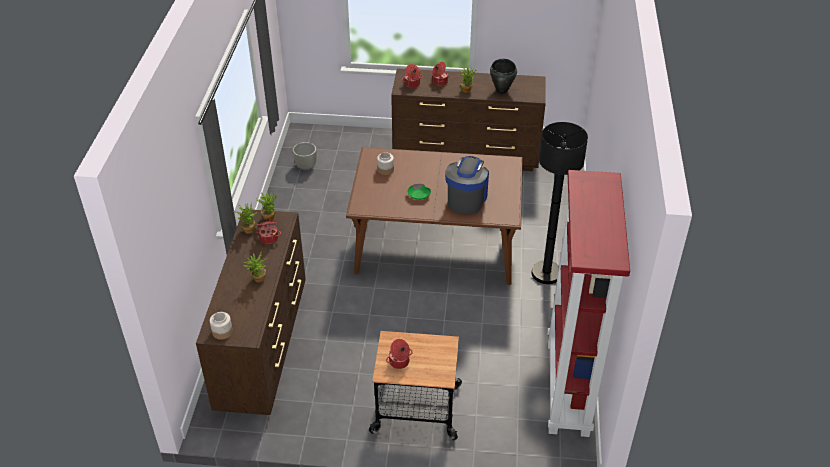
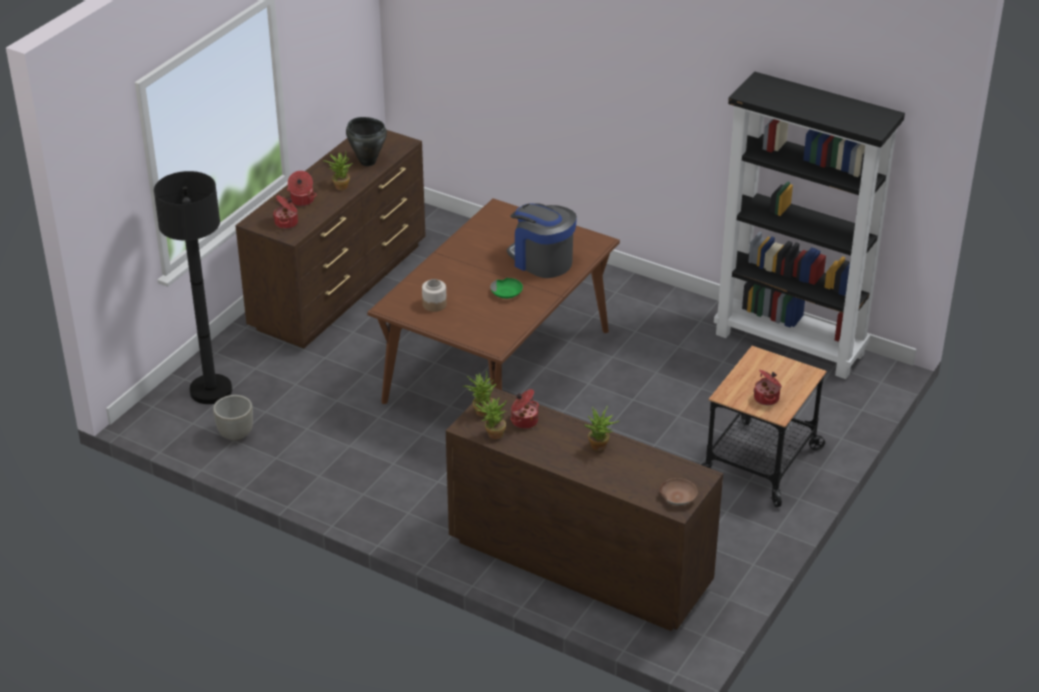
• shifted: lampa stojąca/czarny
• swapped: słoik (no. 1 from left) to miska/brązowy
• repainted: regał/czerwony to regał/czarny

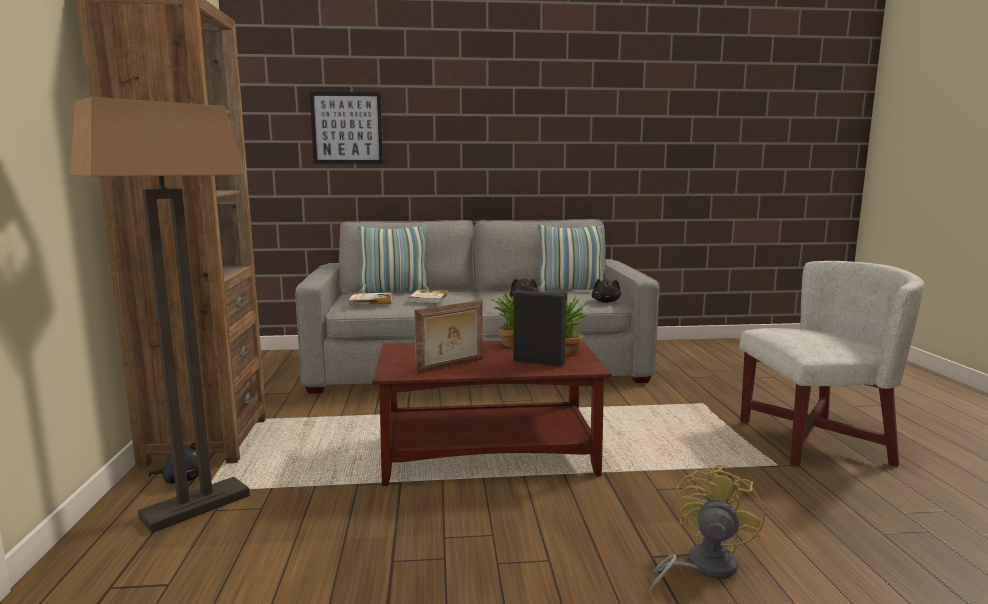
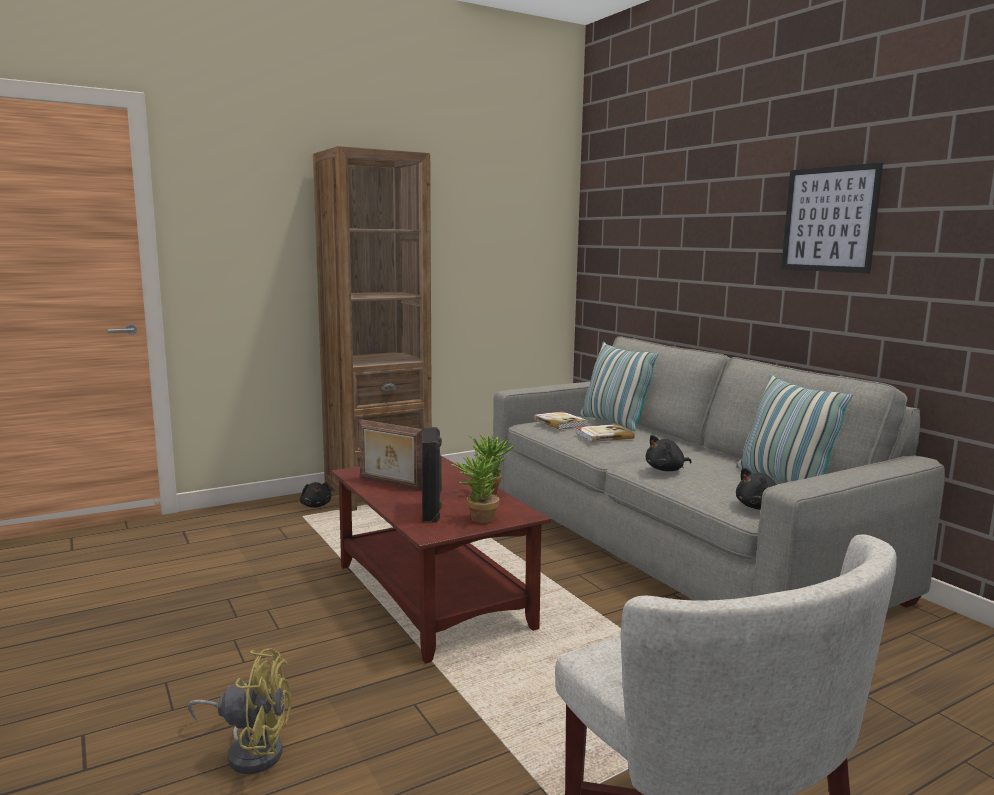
• shifted: obraz
• gone: lampa stojąca

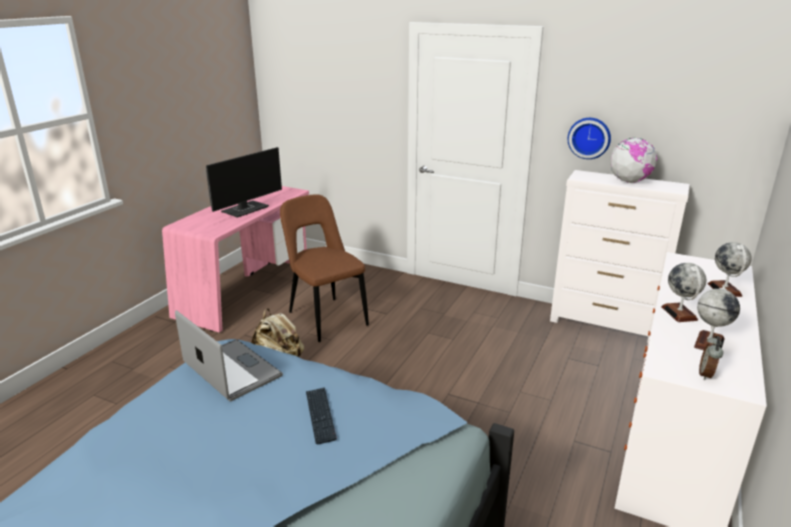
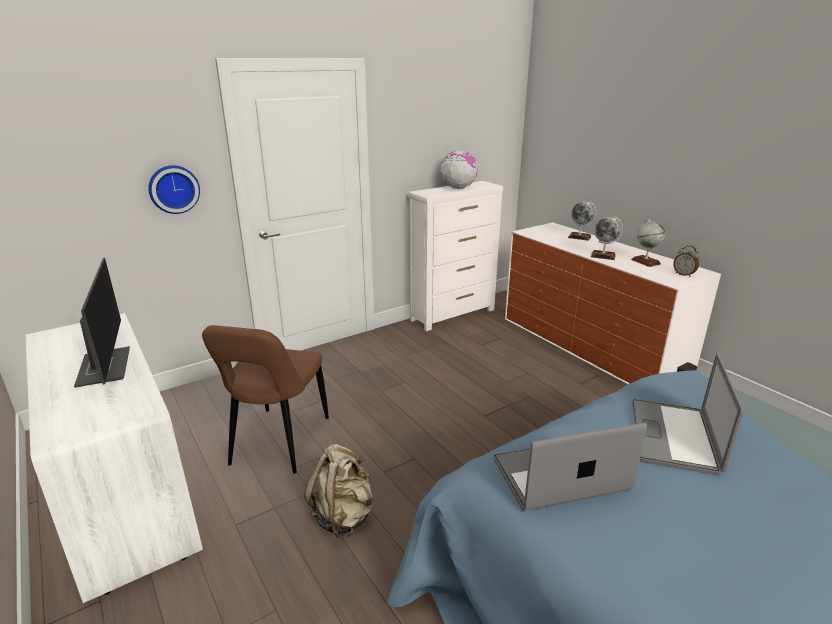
• repainted: biurko/różowy to biurko/biały
• shifted: zegar ścienny
• rotated: krzesło/brązowy 75 degrees counterclockwise
• swapped: klawiatura to laptop (no. 2 from left)

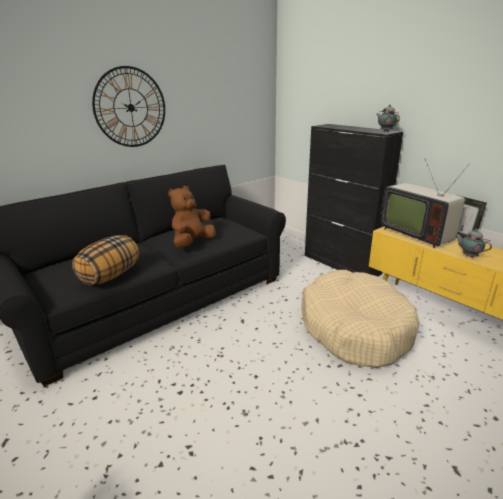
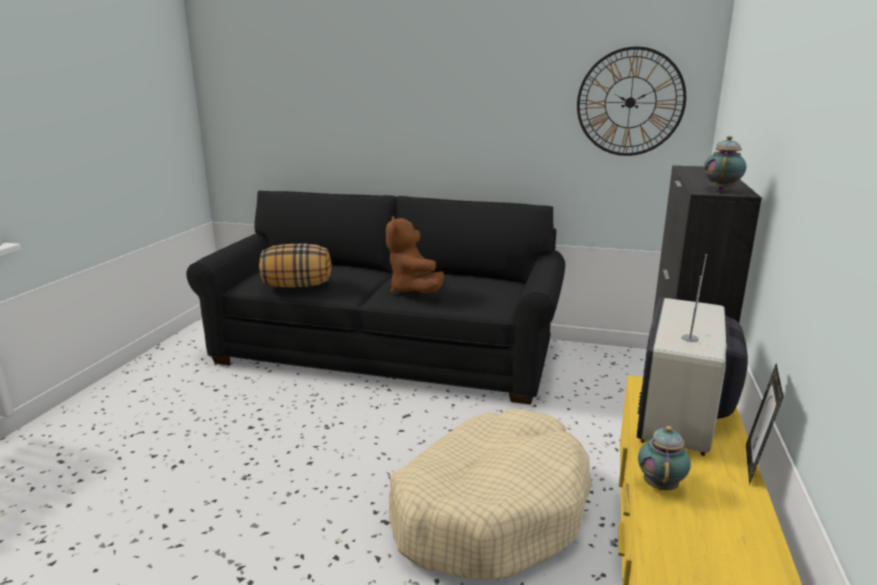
• rotated: pluszak/brązowy 105 degrees counterclockwise
• shifted: zegar ścienny

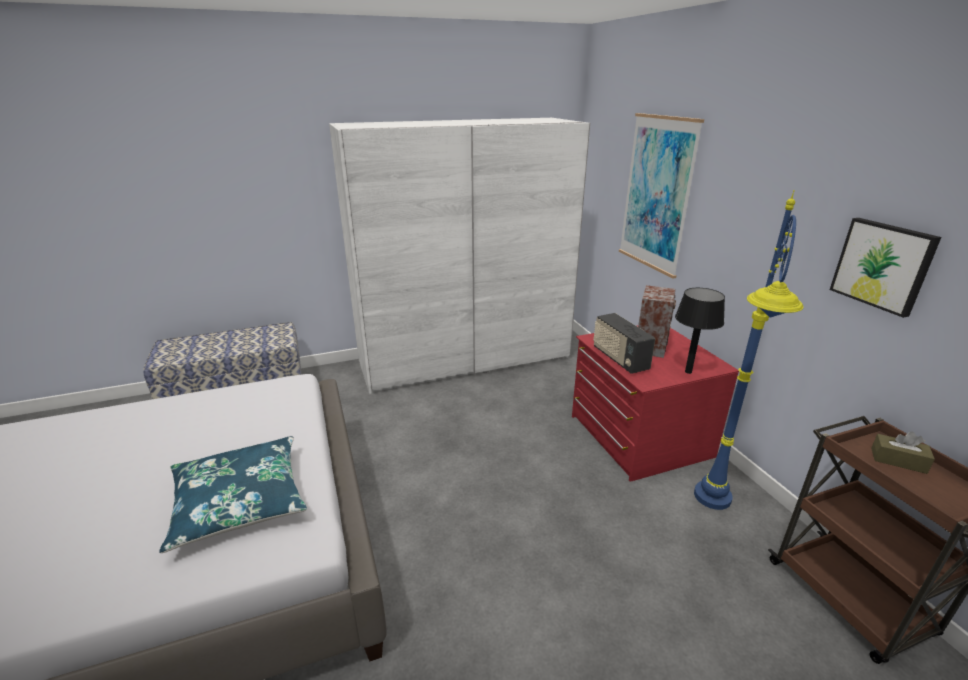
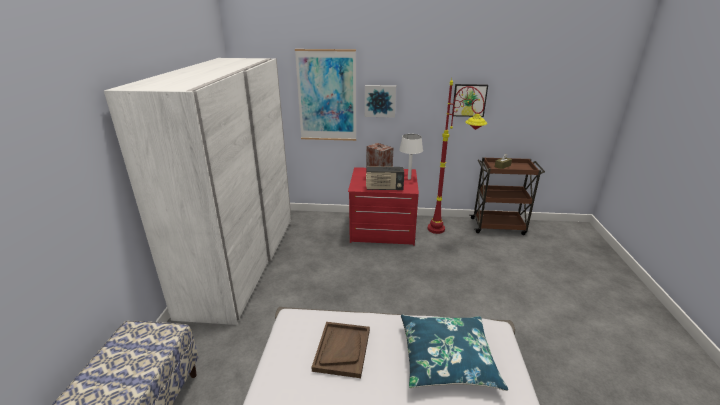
• new: taca/brązowy
• new: obraz (no. 2 from left)
• repainted: lampa stołowa/czarny to lampa stołowa/biały
• repainted: lampa stojąca/niebieski to lampa stojąca/czerwony

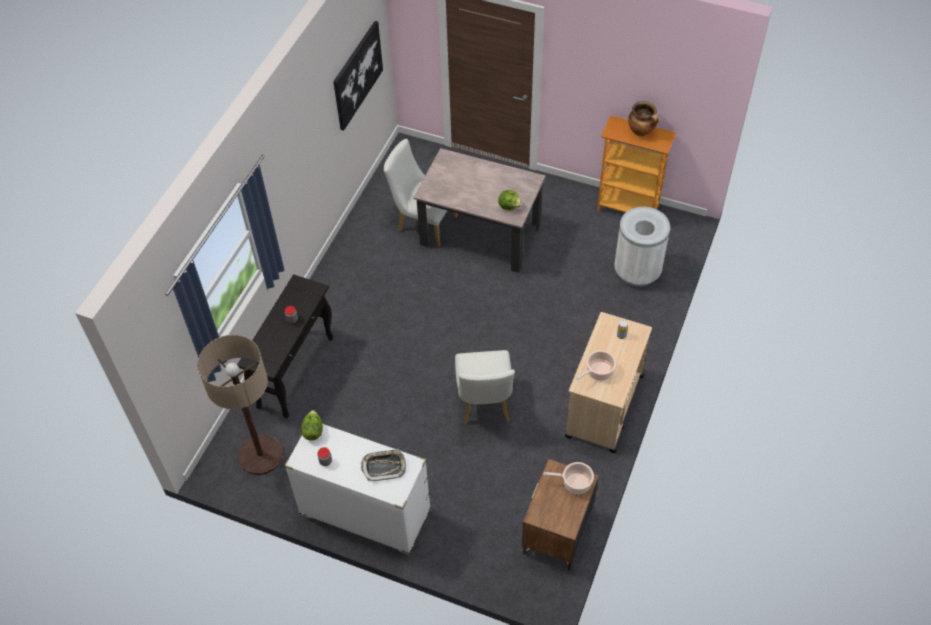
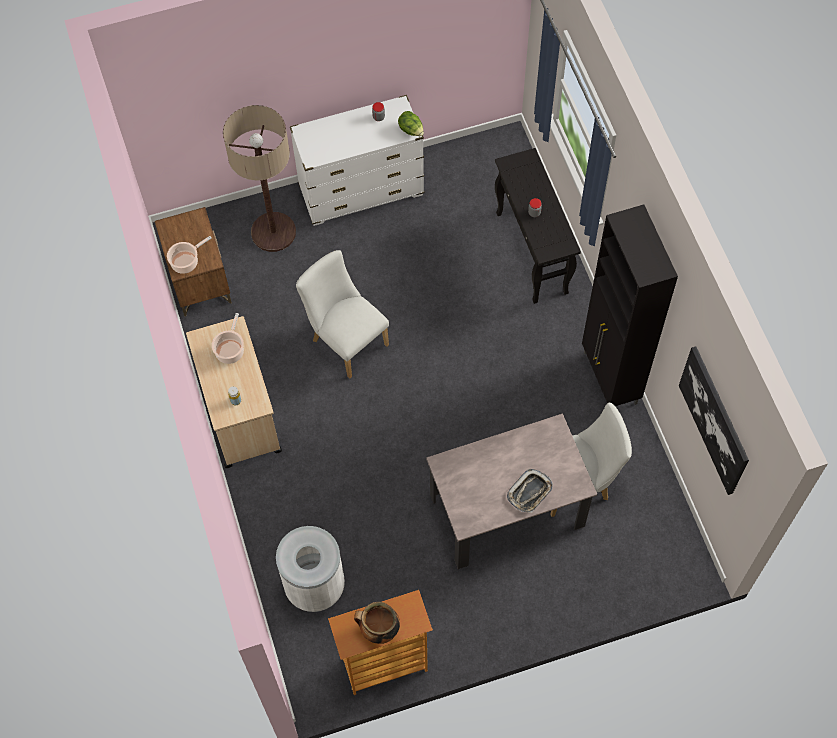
• shifted: lampa stojąca
• shifted: taca
• new: szafka/czarny
• gone: sałata (no. 2 from left)

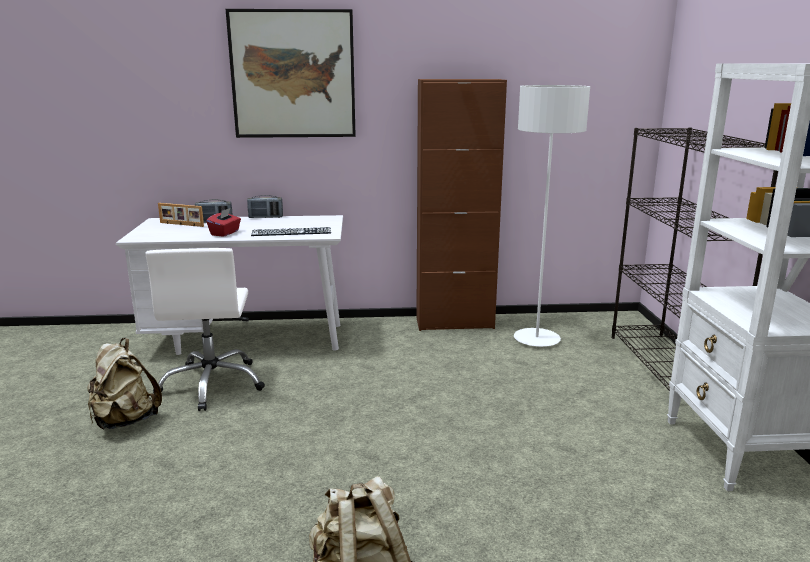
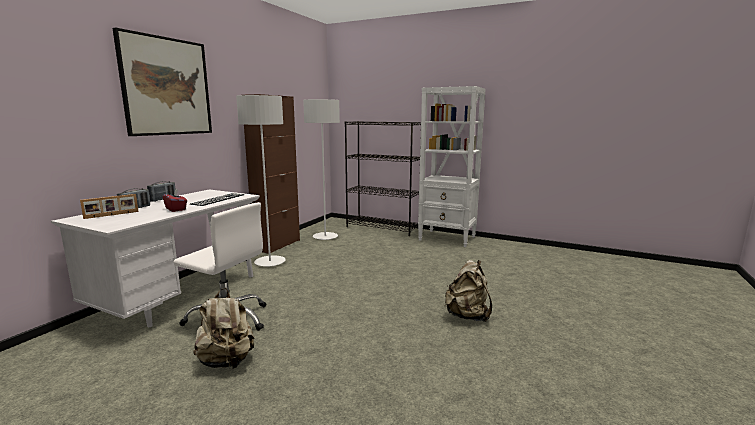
• new: lampa stojąca/biały (no. 1 from left)

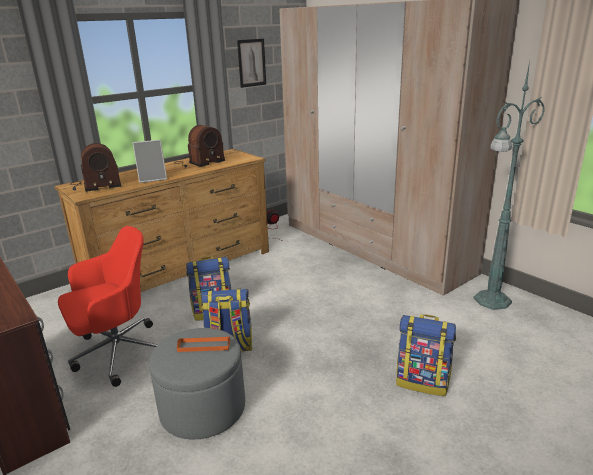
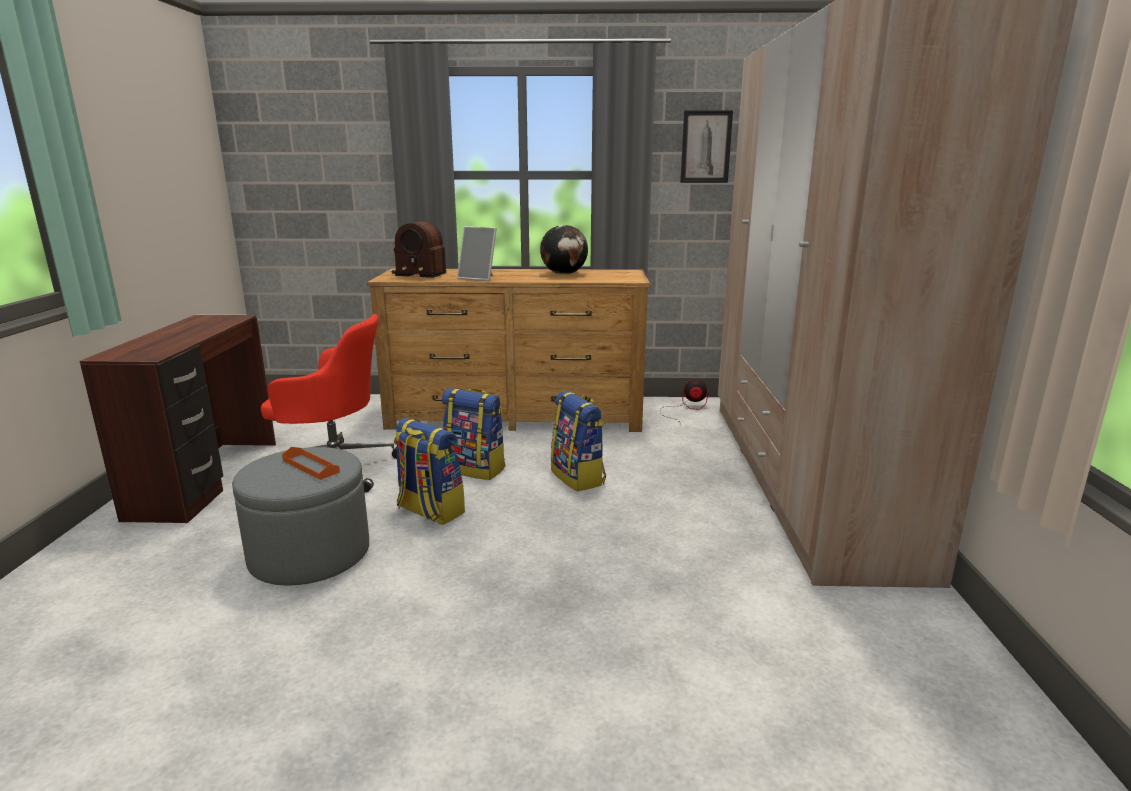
• swapped: radio (no. 2 from left) to globus
• shifted: plecak (no. 3 from left)
• gone: lampa stojąca/zielony

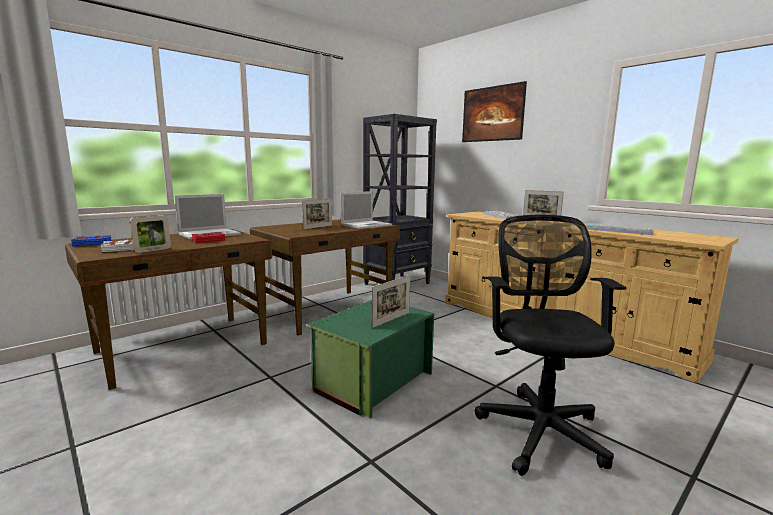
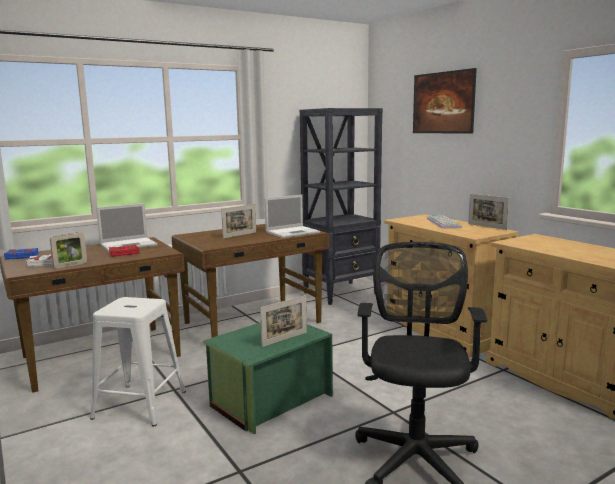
• new: stołek/biały
• gone: klawiatura (no. 2 from left)

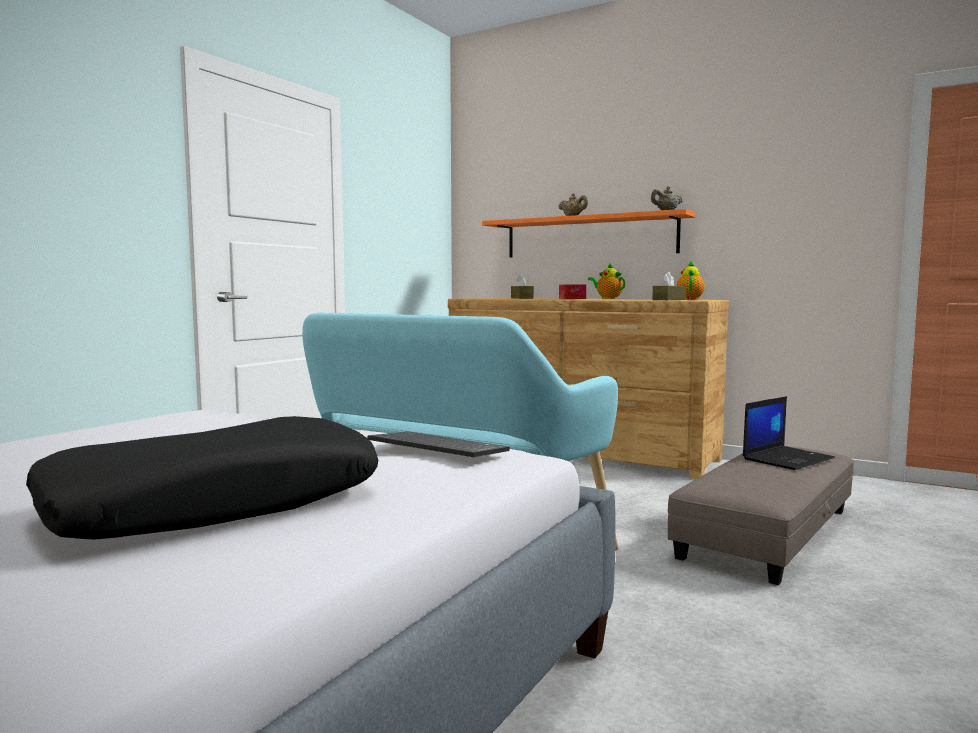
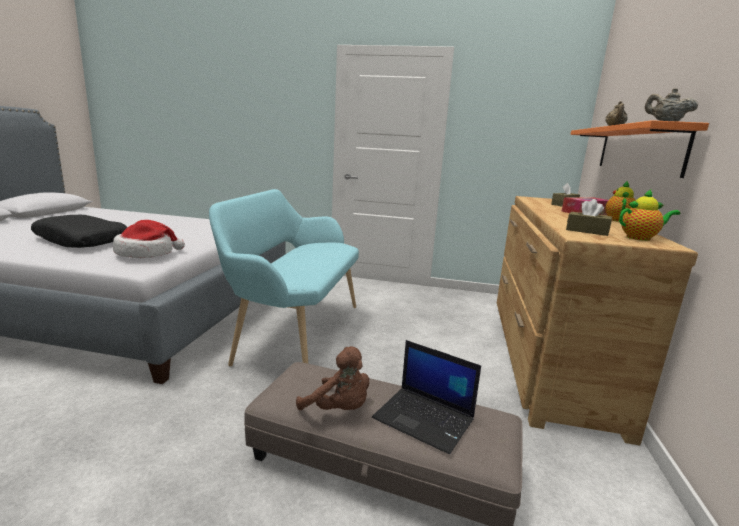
• swapped: klawiatura to kapelusz
• new: pluszak/brązowy

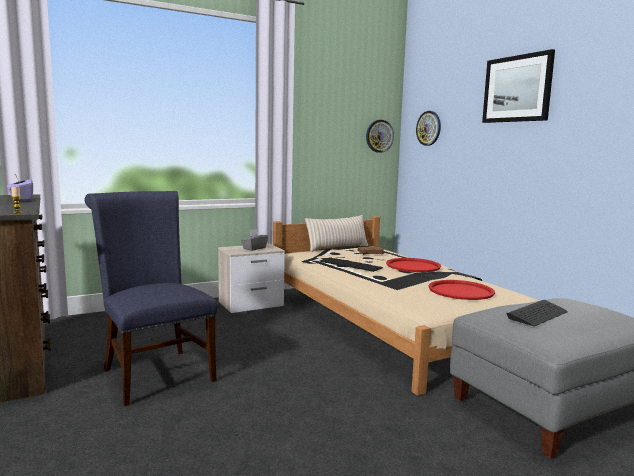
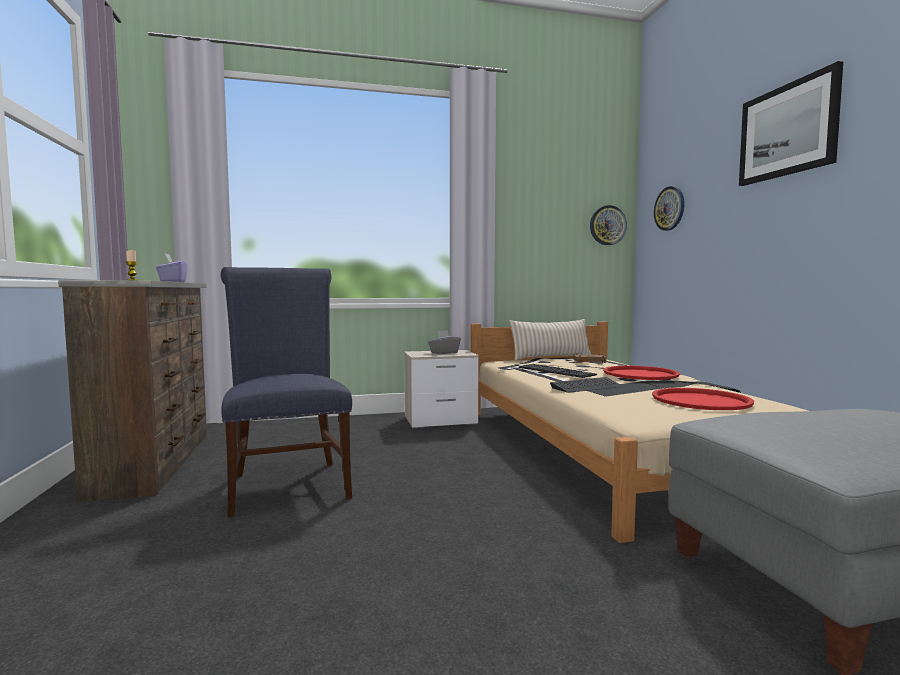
• shifted: klawiatura (no. 2 from left)

